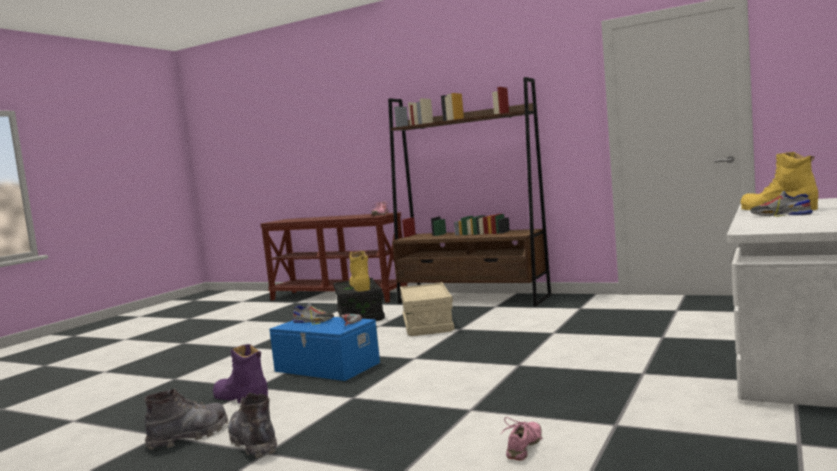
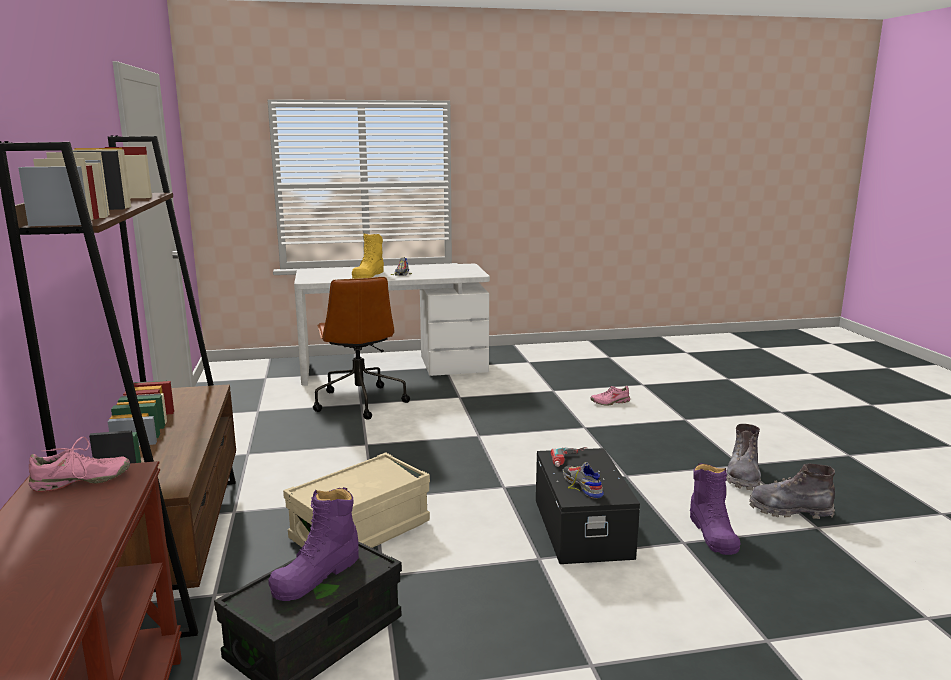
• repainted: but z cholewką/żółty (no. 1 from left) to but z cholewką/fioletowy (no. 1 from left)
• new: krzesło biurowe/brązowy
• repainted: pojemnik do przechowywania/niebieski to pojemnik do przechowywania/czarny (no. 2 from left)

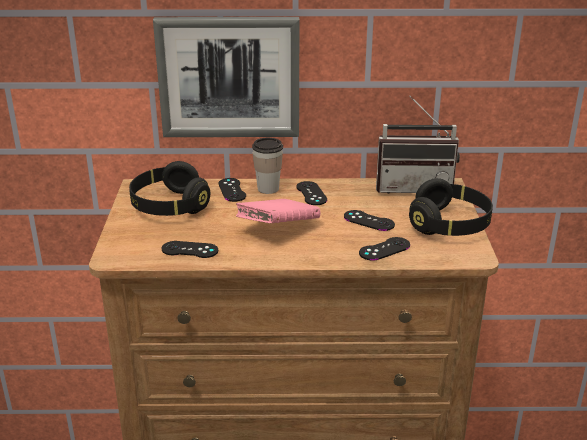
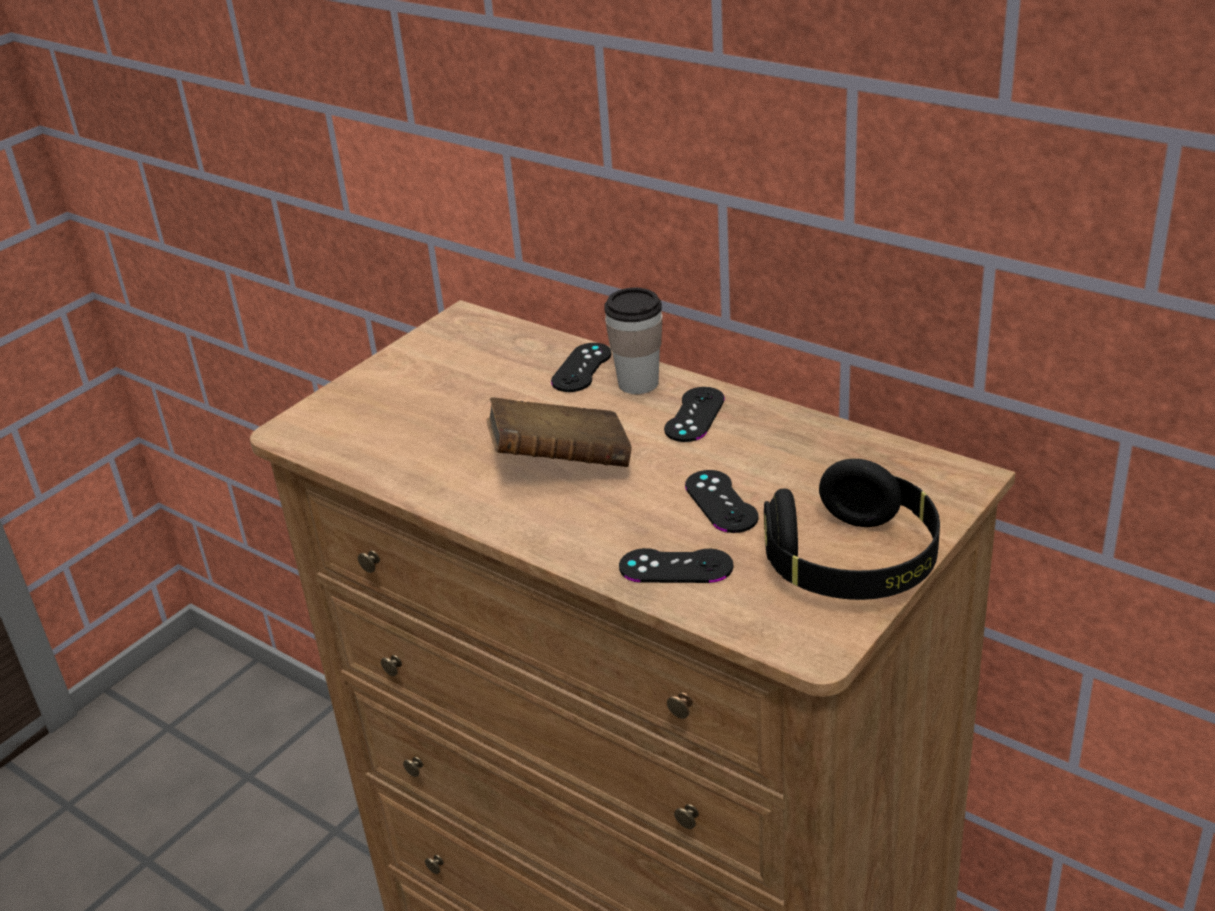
• repainted: książka/różowy to książka/brązowy
• gone: słuchawki/czarny (no. 1 from left)
• gone: obraz
• gone: pad do gier/czarny (no. 1 from left)
• gone: radio

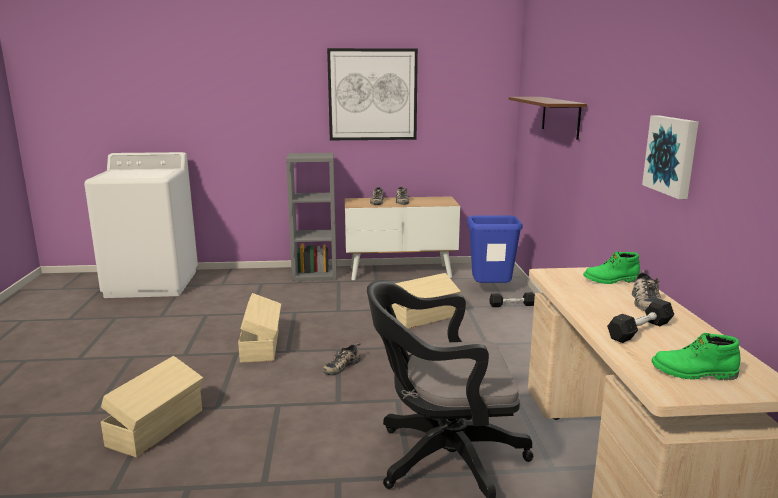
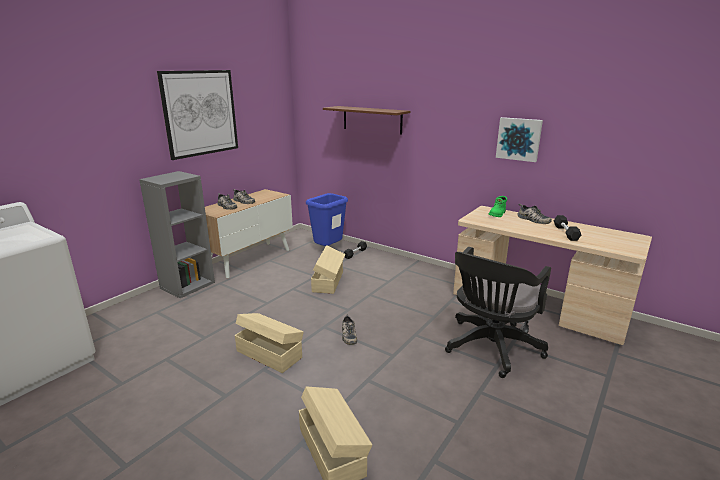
• gone: but z cholewką/zielony (no. 2 from left)

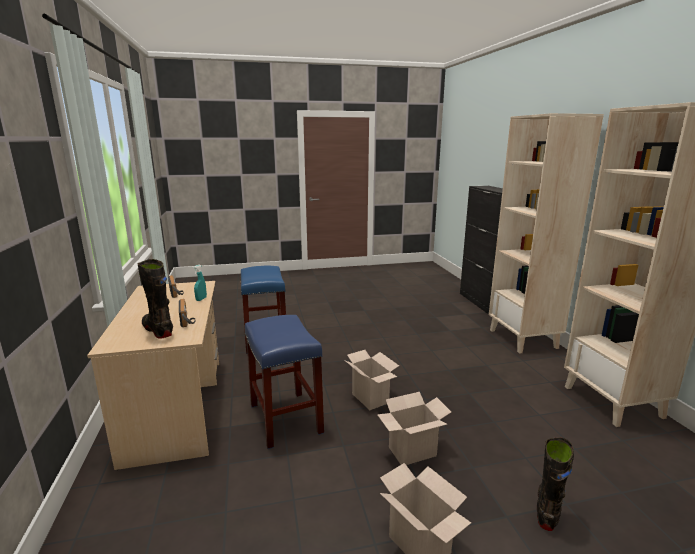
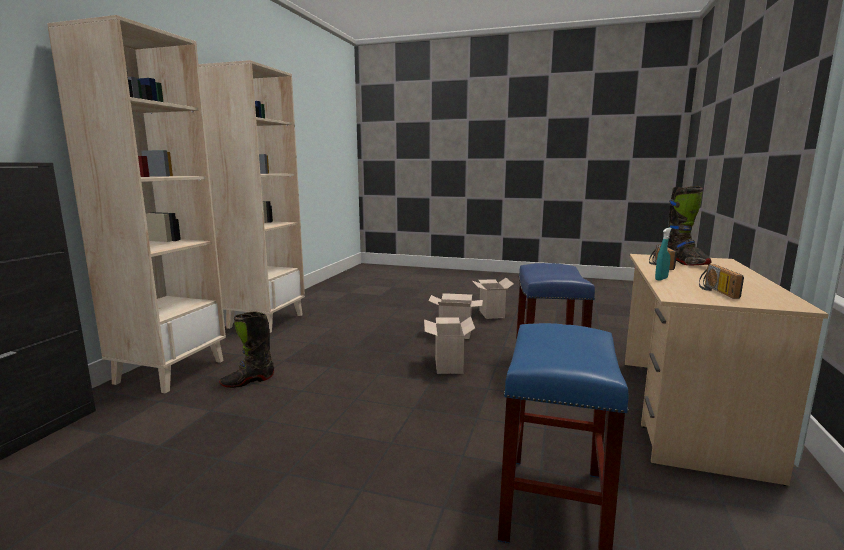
• shifted: but z cholewką/czarny (no. 2 from left in the first image) to but z cholewką/czarny (no. 1 from left)

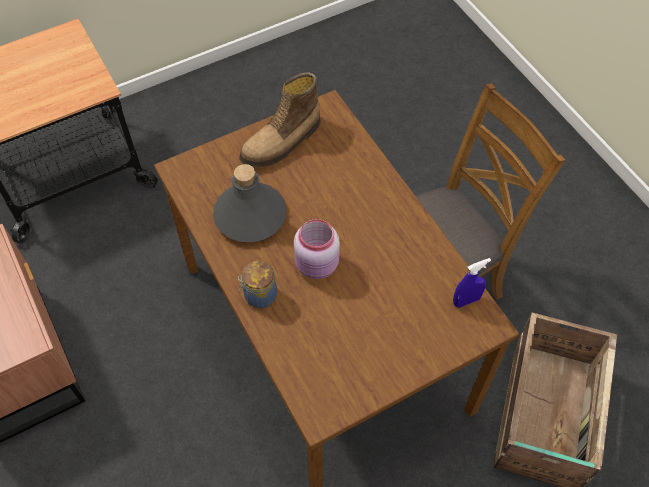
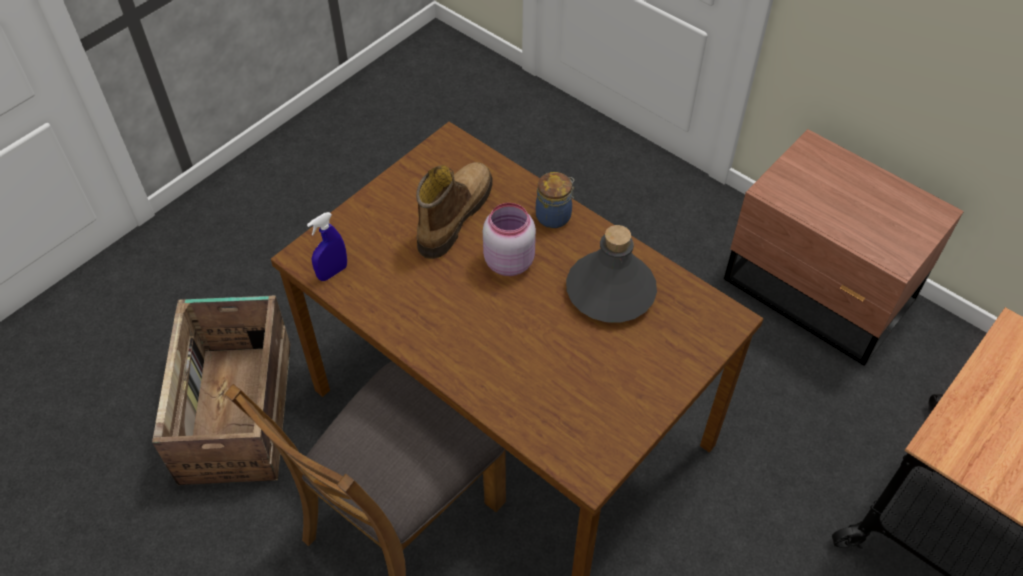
• shifted: but z cholewką

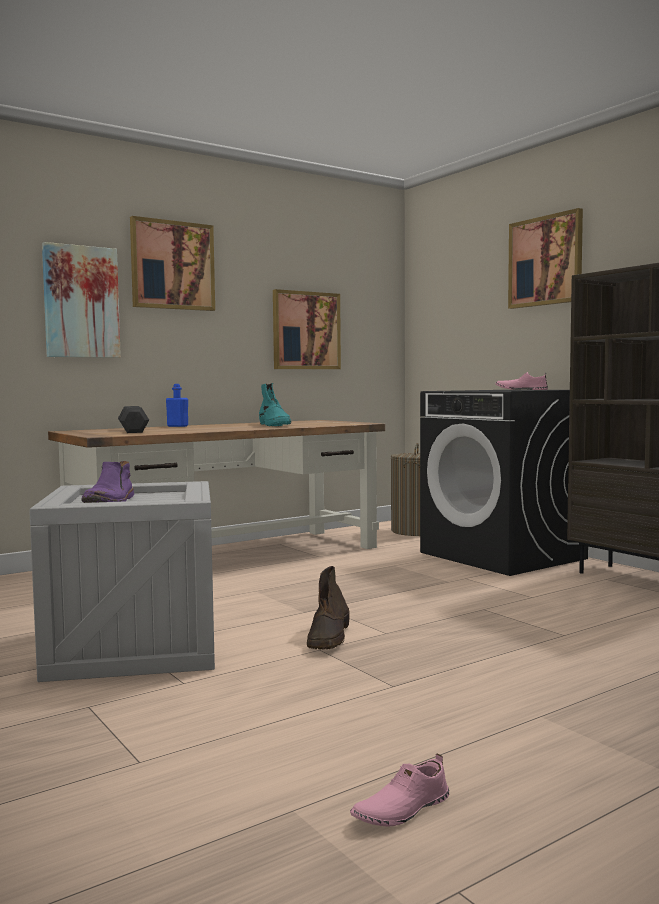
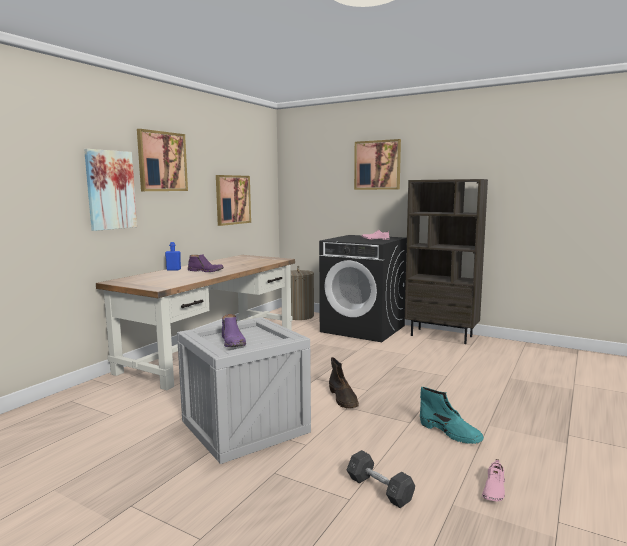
• new: but z cholewką/fioletowy (no. 1 from left)
• shifted: hantel/szary
• shifted: but z cholewką/turkusowy

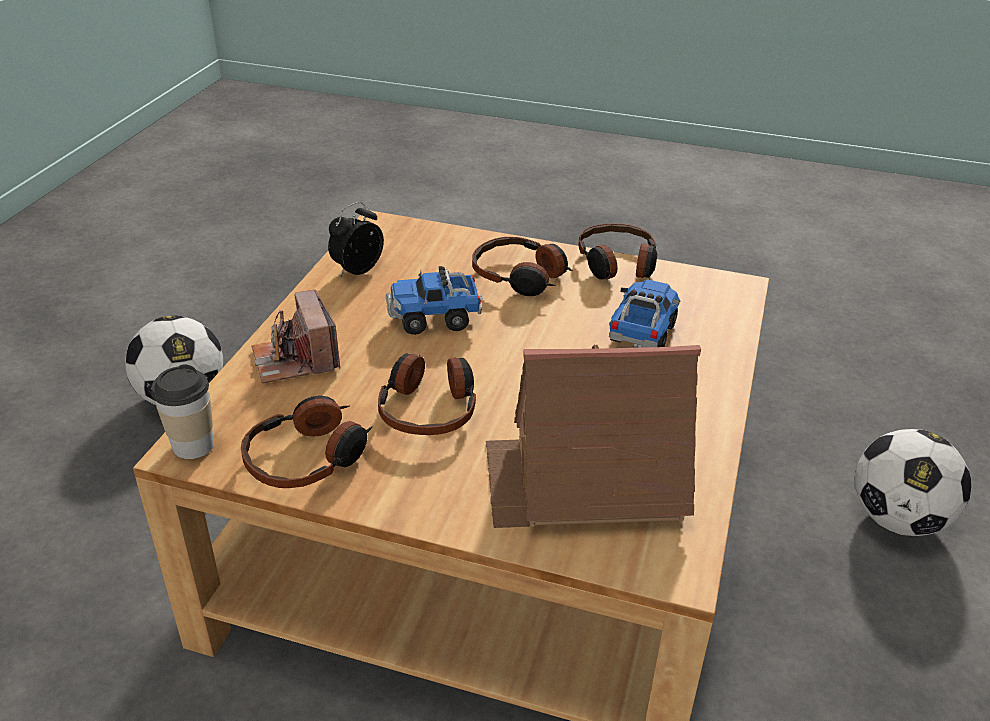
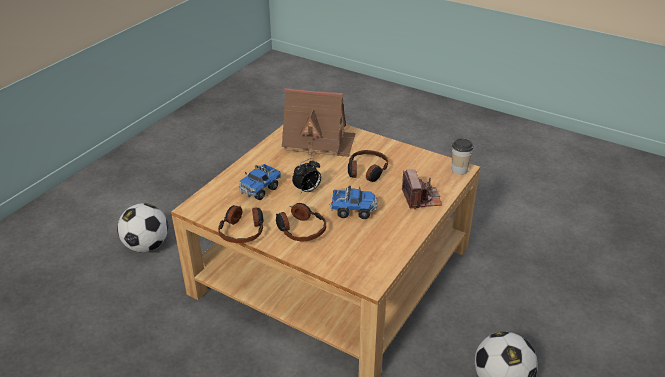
• shifted: budzik
• gone: słuchawki (no. 1 from left)

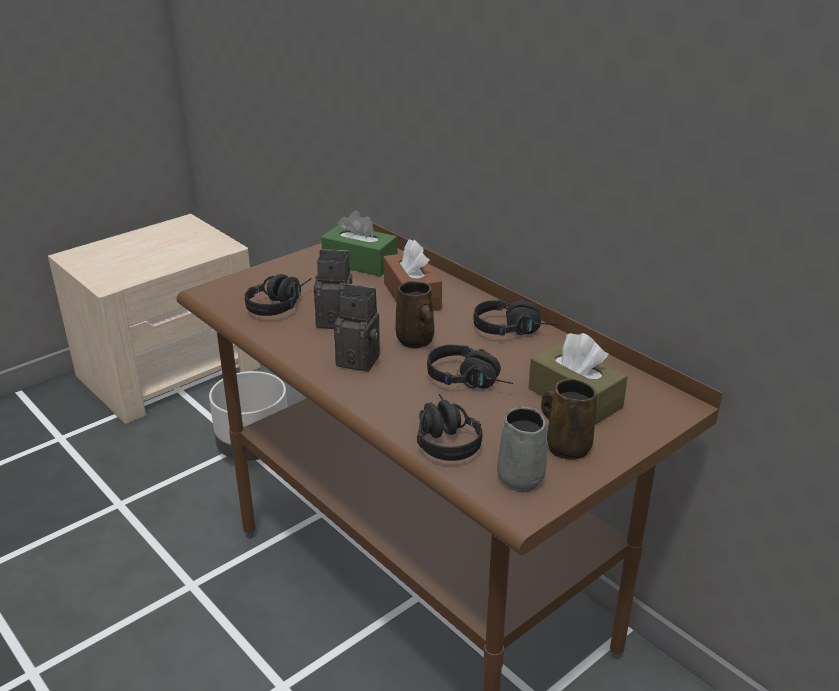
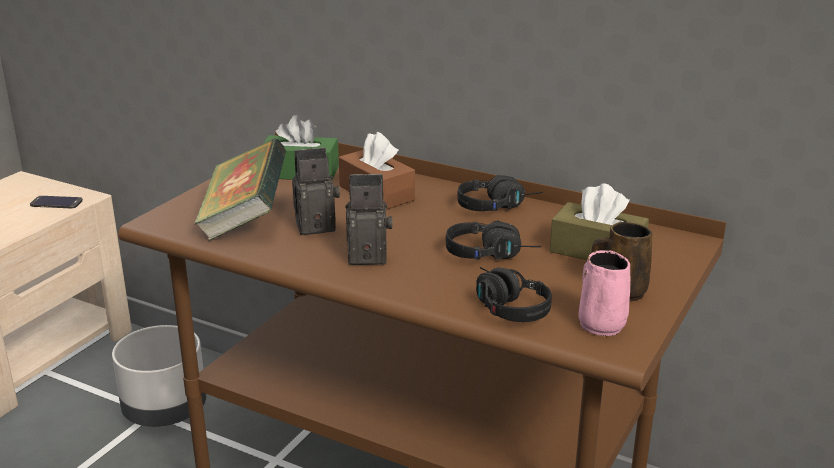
• new: telefon
• swapped: słuchawki/czarny (no. 1 from left) to książka
• repainted: kubek/szary to kubek/różowy
• gone: kubek/brązowy (no. 1 from left)

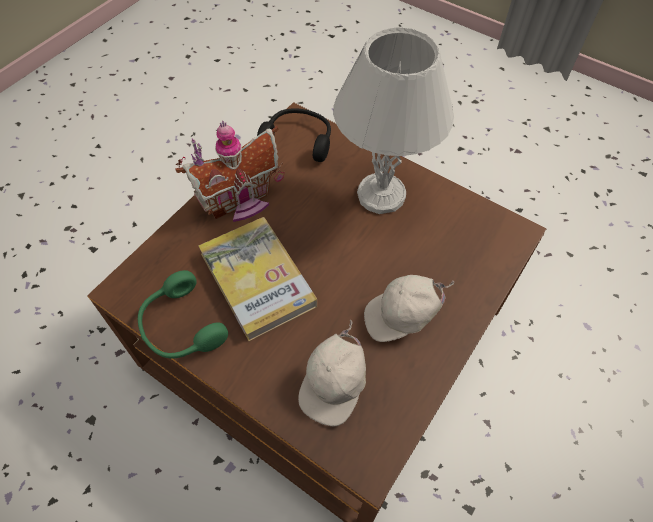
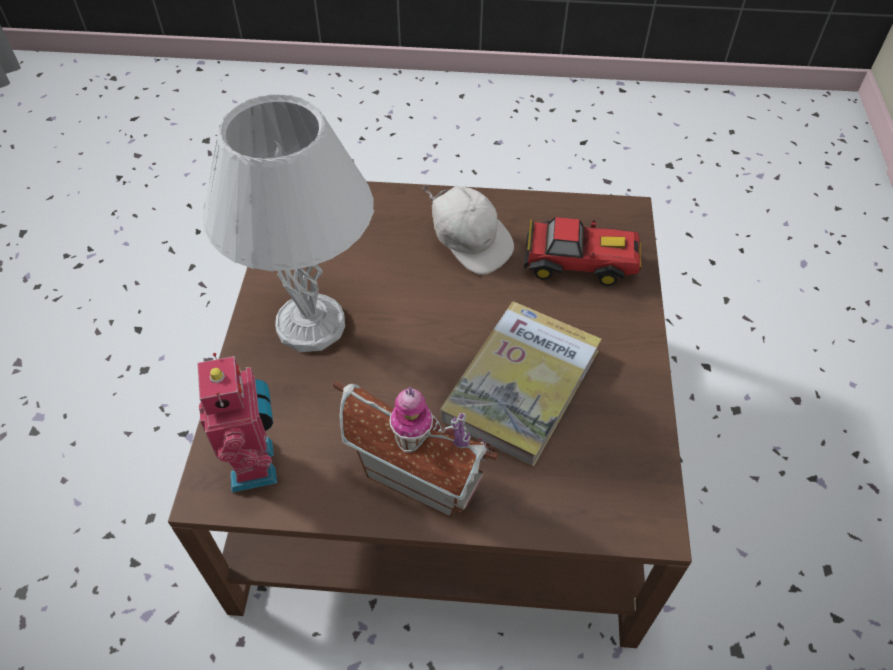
• swapped: słuchawki/czarny to robot zabawkowy
• swapped: czapka z daszkiem/biały (no. 1 from left) to samochodzik
• gone: słuchawki/zielony

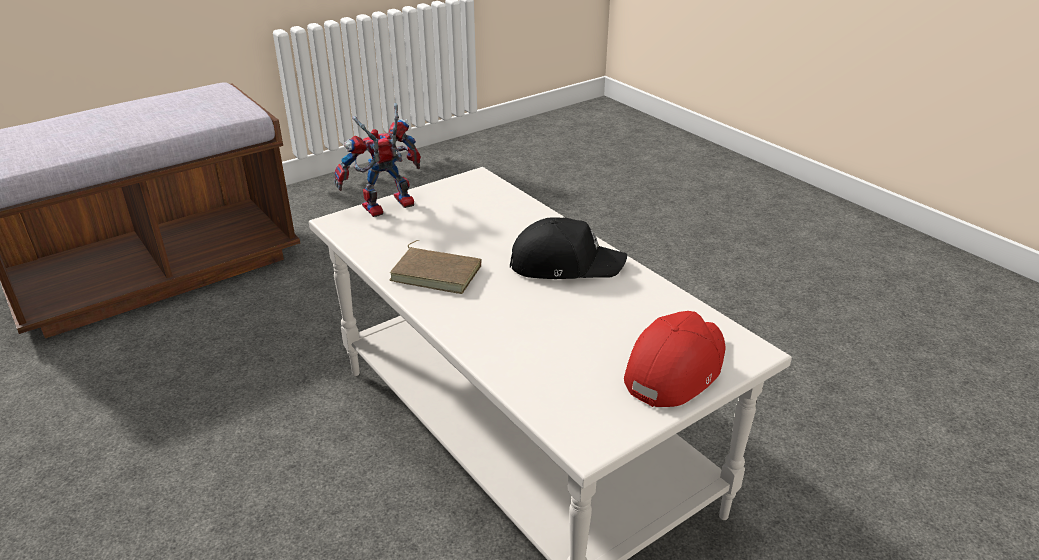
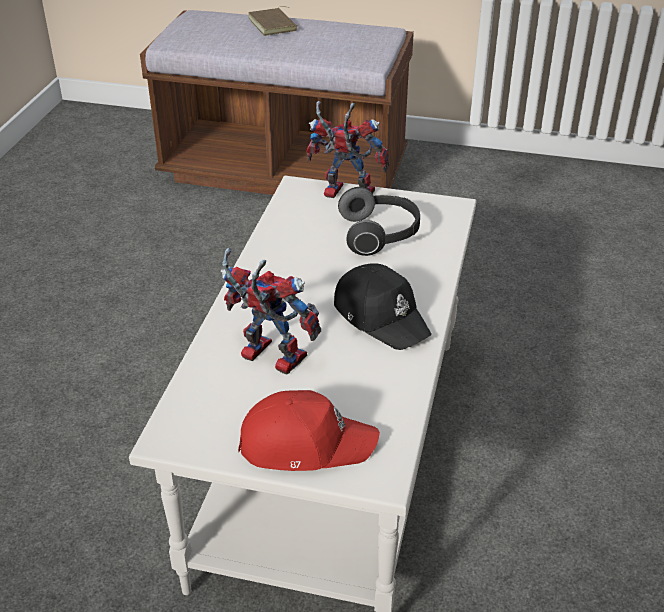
• new: robot zabawkowy (no. 1 from left)
• shifted: książka/brązowy
• new: słuchawki

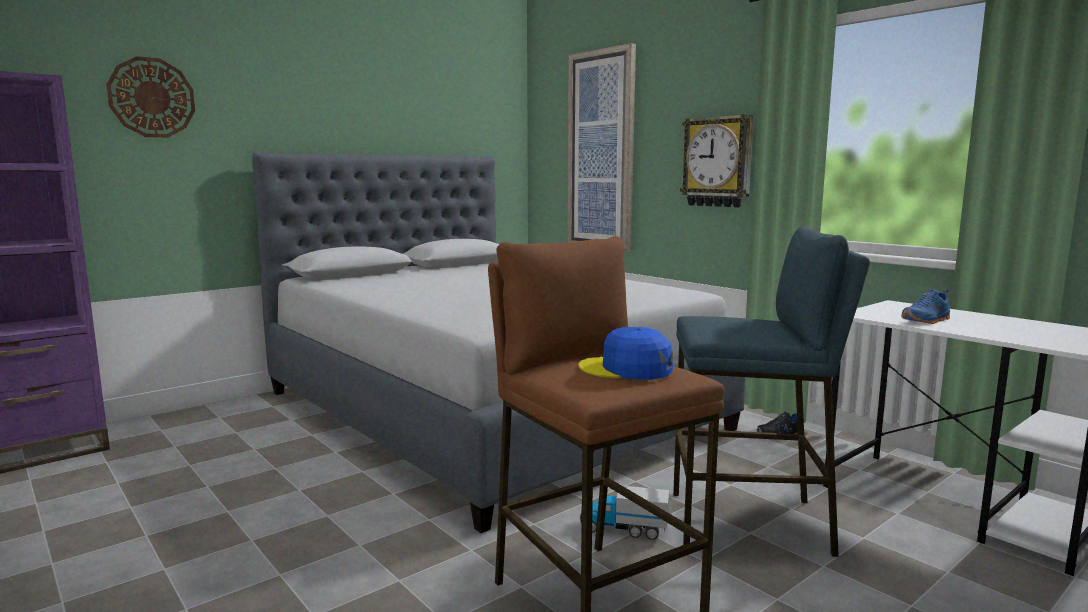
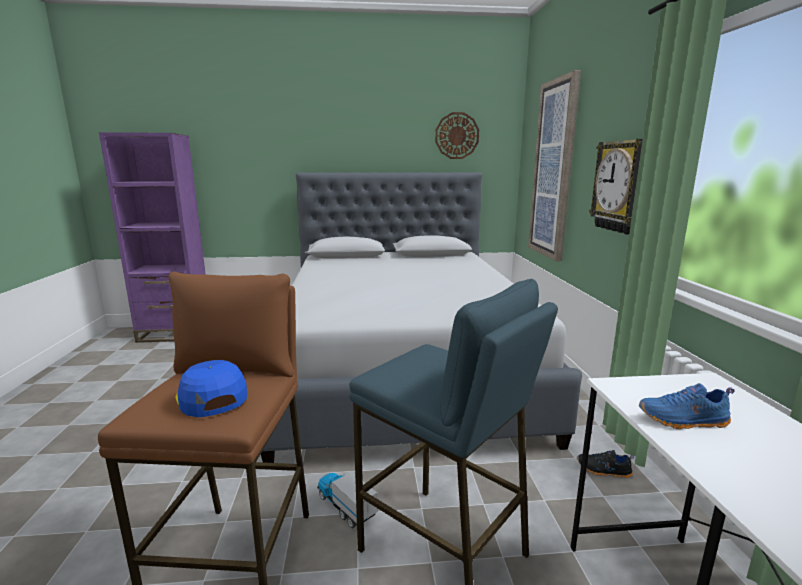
• shifted: zegar ścienny (no. 1 from left)

